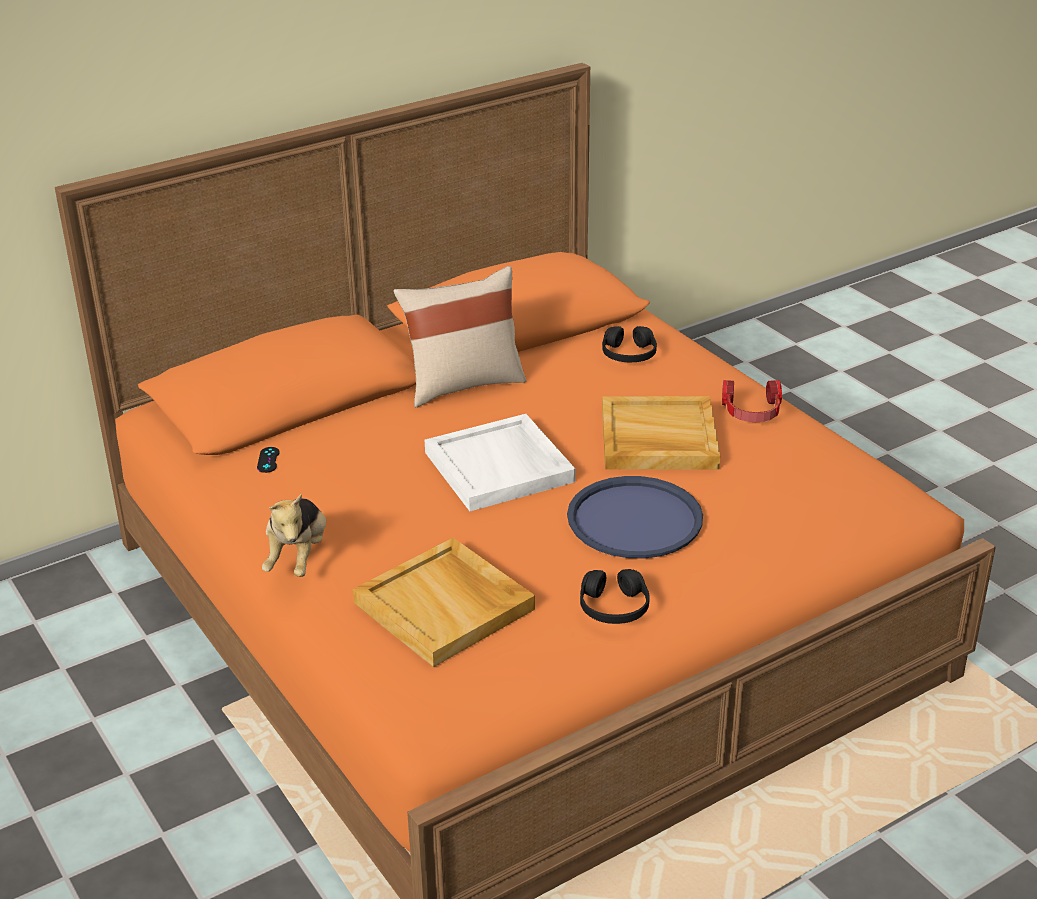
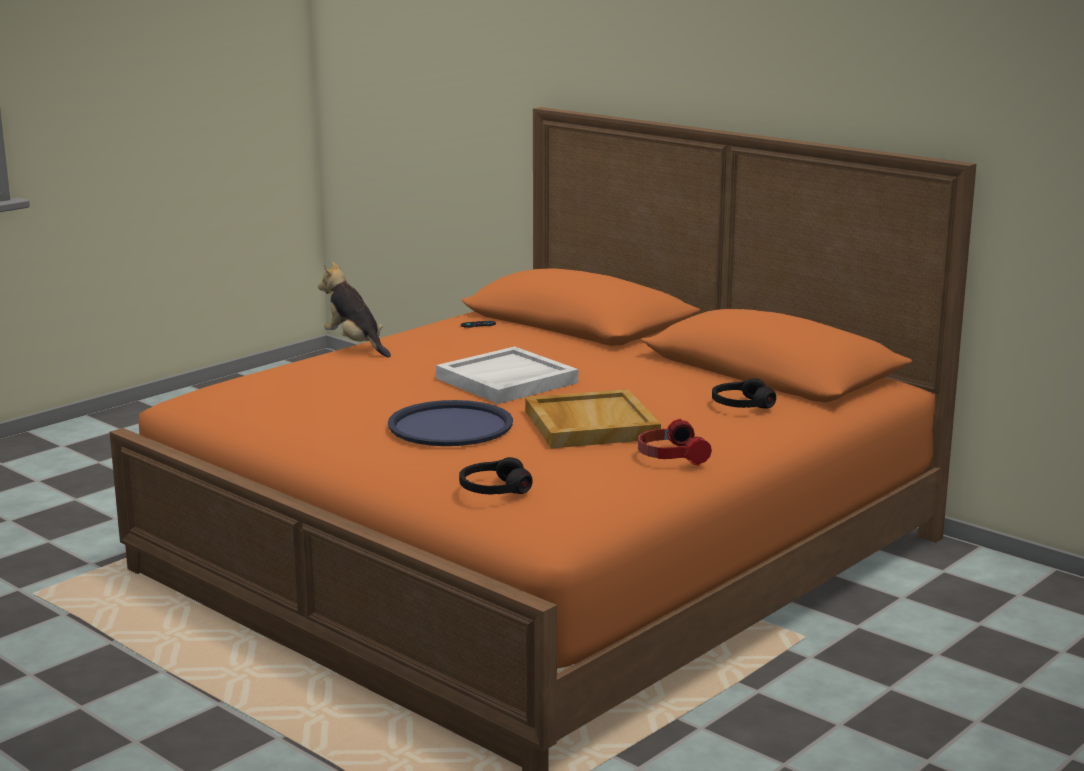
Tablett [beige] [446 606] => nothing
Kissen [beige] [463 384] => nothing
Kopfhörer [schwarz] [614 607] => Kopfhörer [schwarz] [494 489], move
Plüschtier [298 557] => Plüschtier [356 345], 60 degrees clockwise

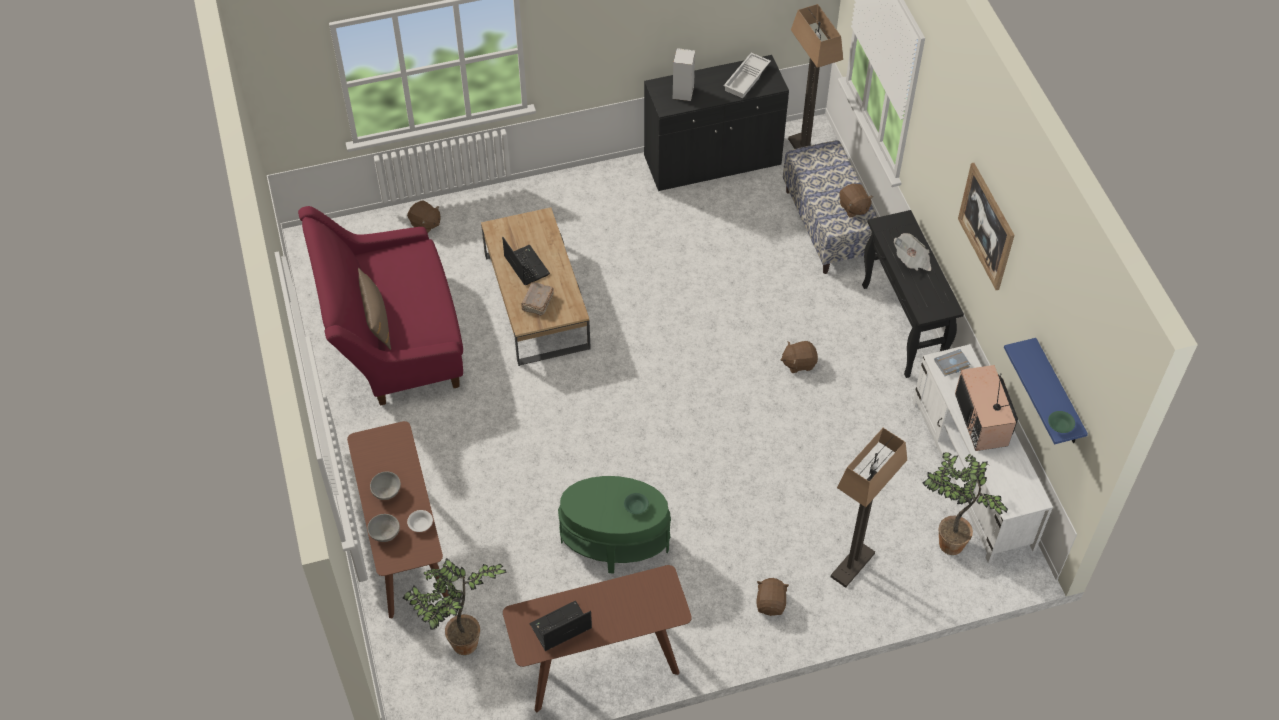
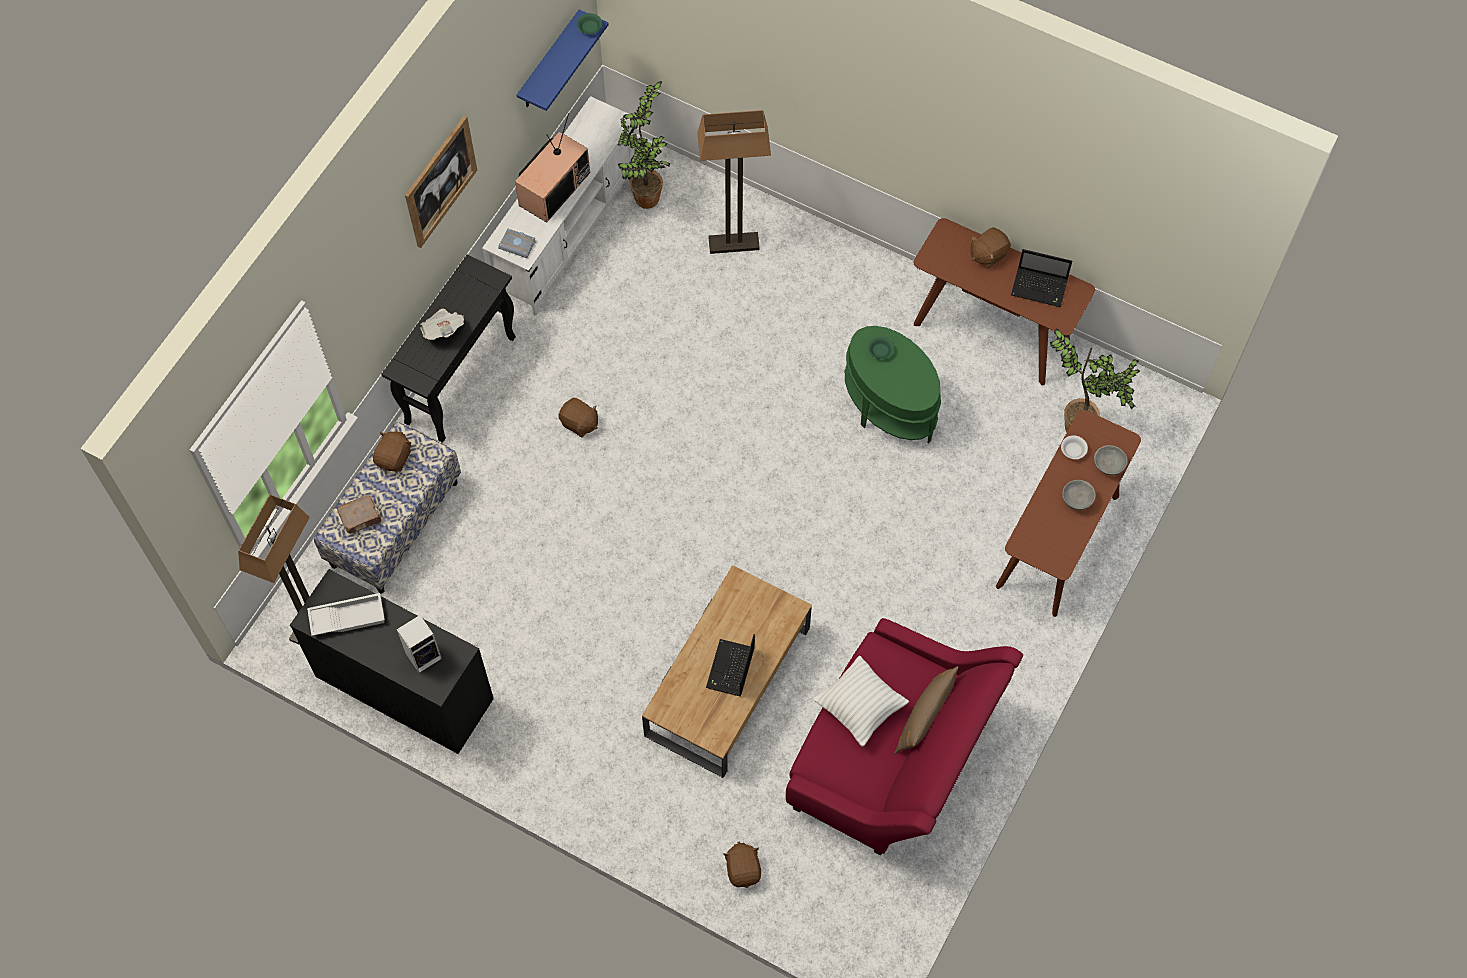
nothing => Kissen [weiß] [859 707]
Buch [braun] [537 303] => Buch [braun] [361 517], move
Plüschtier [braun] [771 603] => Plüschtier [braun] [988 254], move

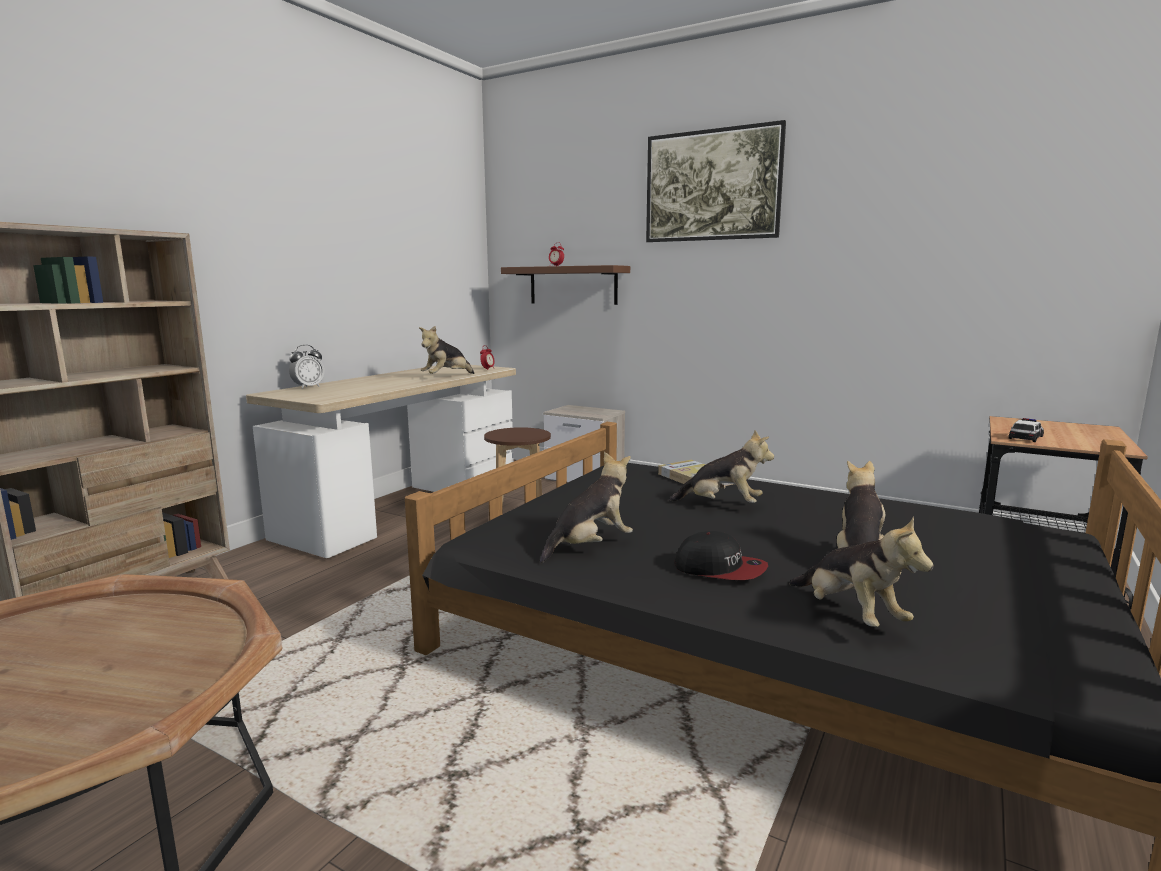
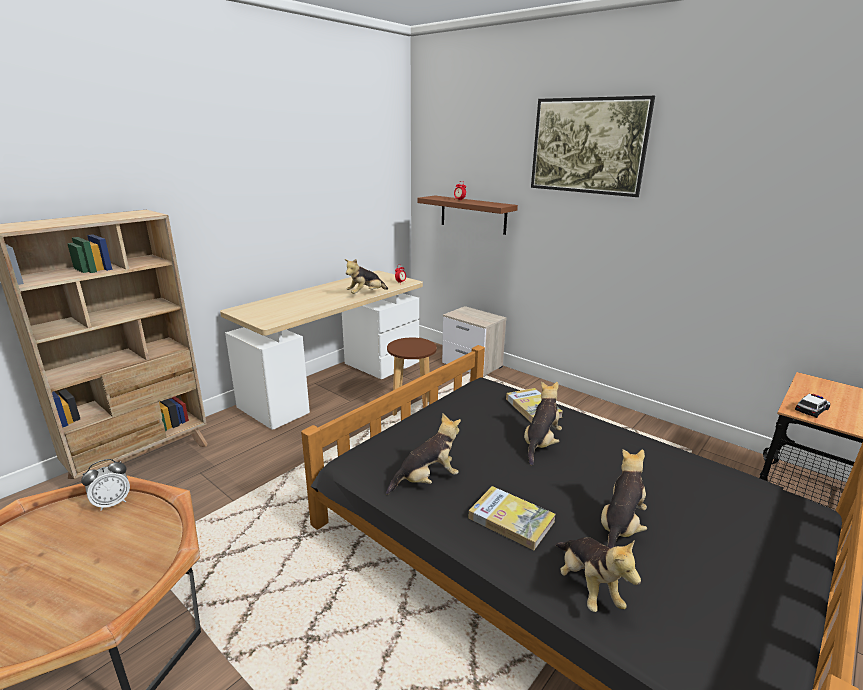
Wecker [308 387] => Wecker [112 503], move
Kappe [720 569] => Buch [511 520]
Plüschtier [722 505] => Plüschtier [540 443], 90 degrees counterclockwise

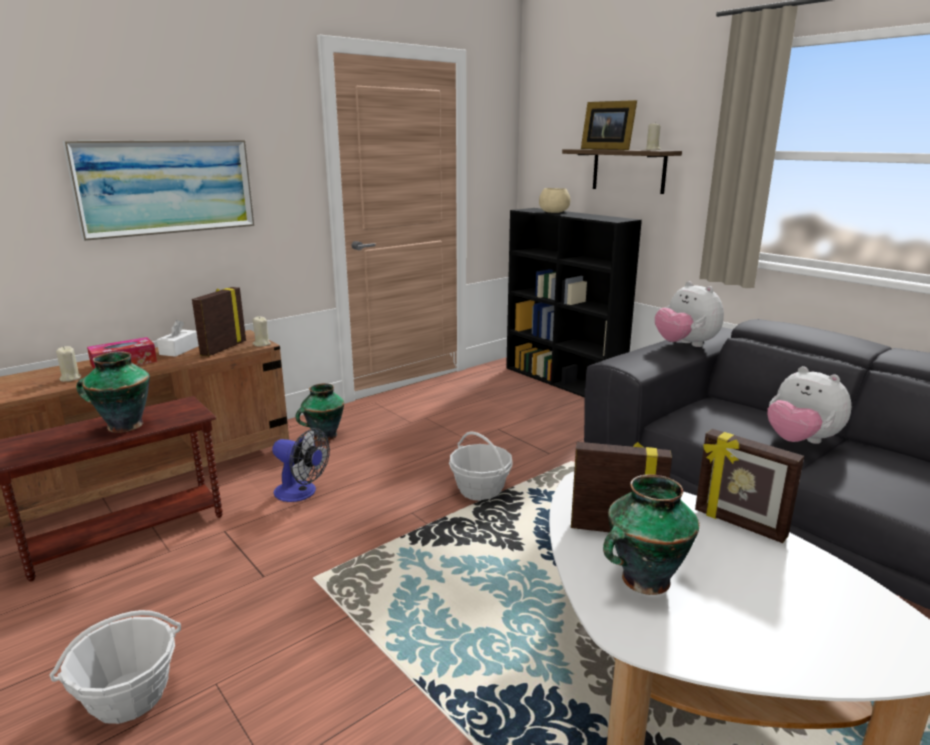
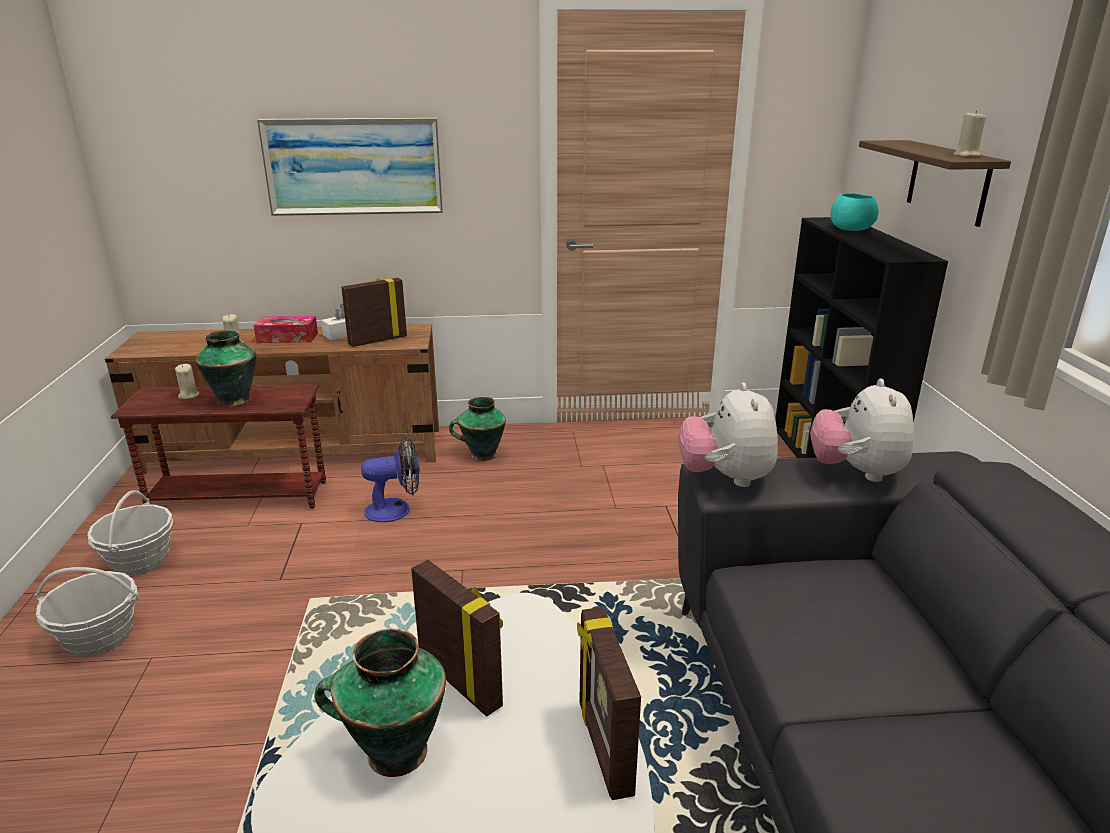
Bilderrahmen [606 149] => nothing
Kerze [beige] [261 344] => Kerze [beige] [188 395], move
Korb [480 490] => Korb [140 560], move
Plüschtier [800 441] => Plüschtier [725 478], move
Schüssel [beige] [553 212] => Schüssel [türkis] [850 229]
Ventilator [301 493] => Ventilator [396 509], 75 degrees counterclockwise

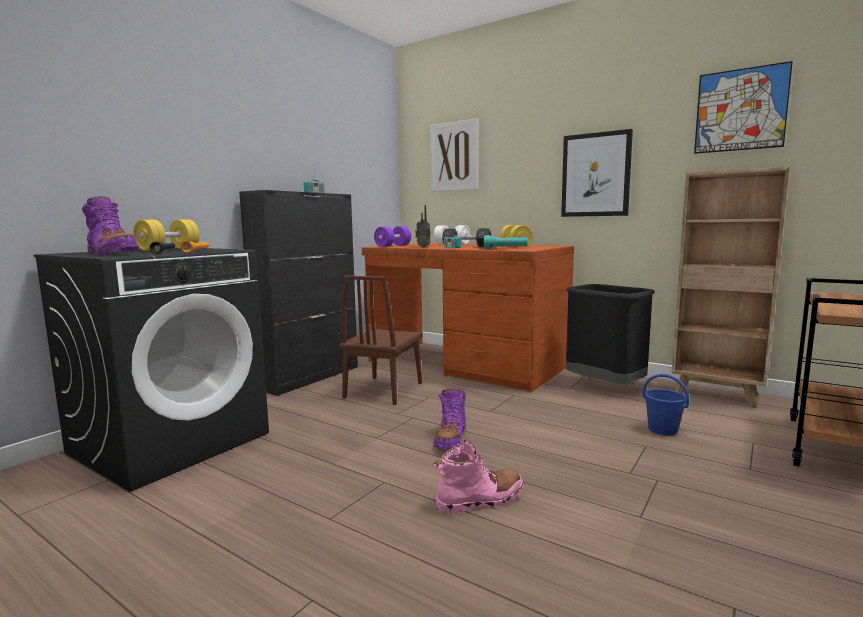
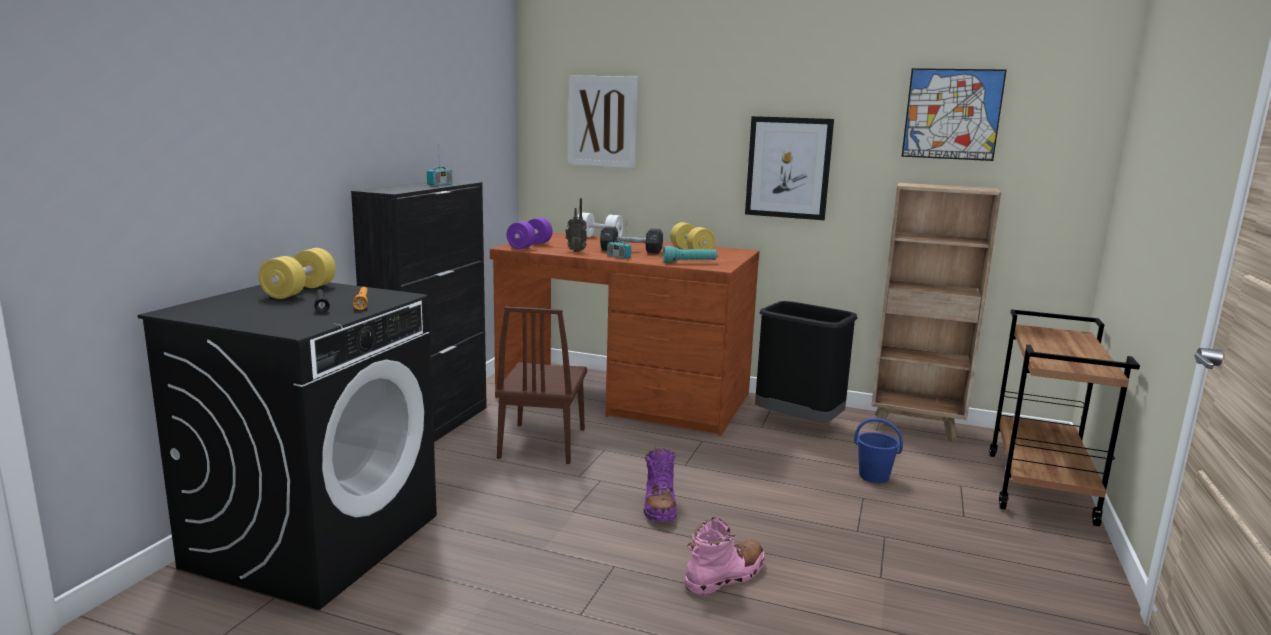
Stiefel [lila] [111 253] => nothing

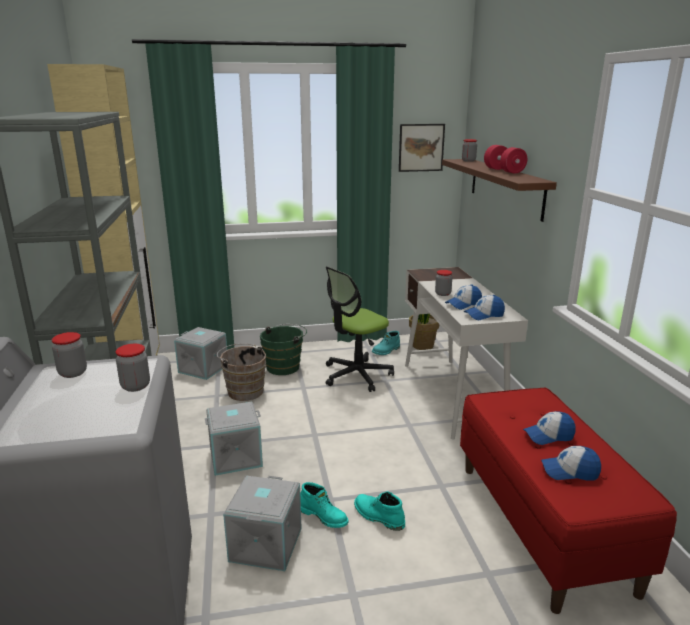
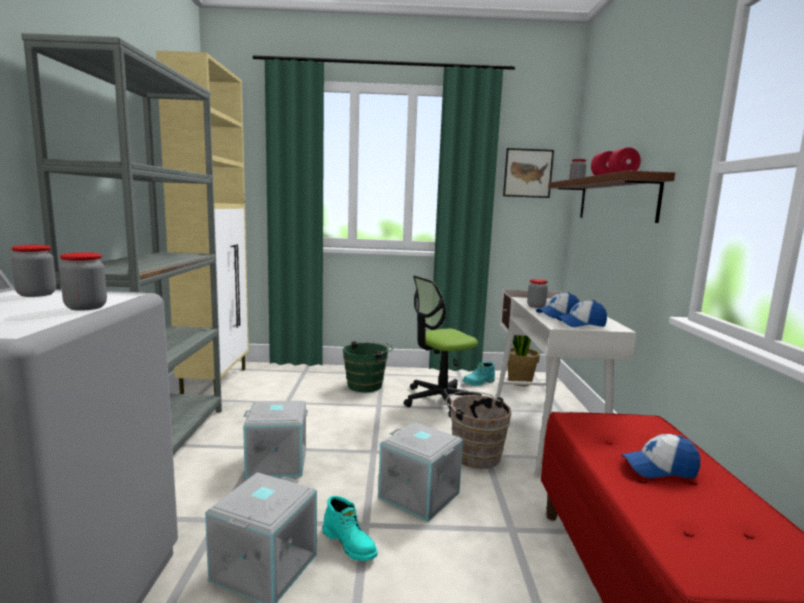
Stiefel [türkis] [378 517] => nothing
Kappe [569 471] => nothing
Aufbewahrungsbox [grau] [204 368] => Aufbewahrungsbox [grau] [420 495], move
Eimer [braun] [244 390] => Eimer [braun] [474 454], move

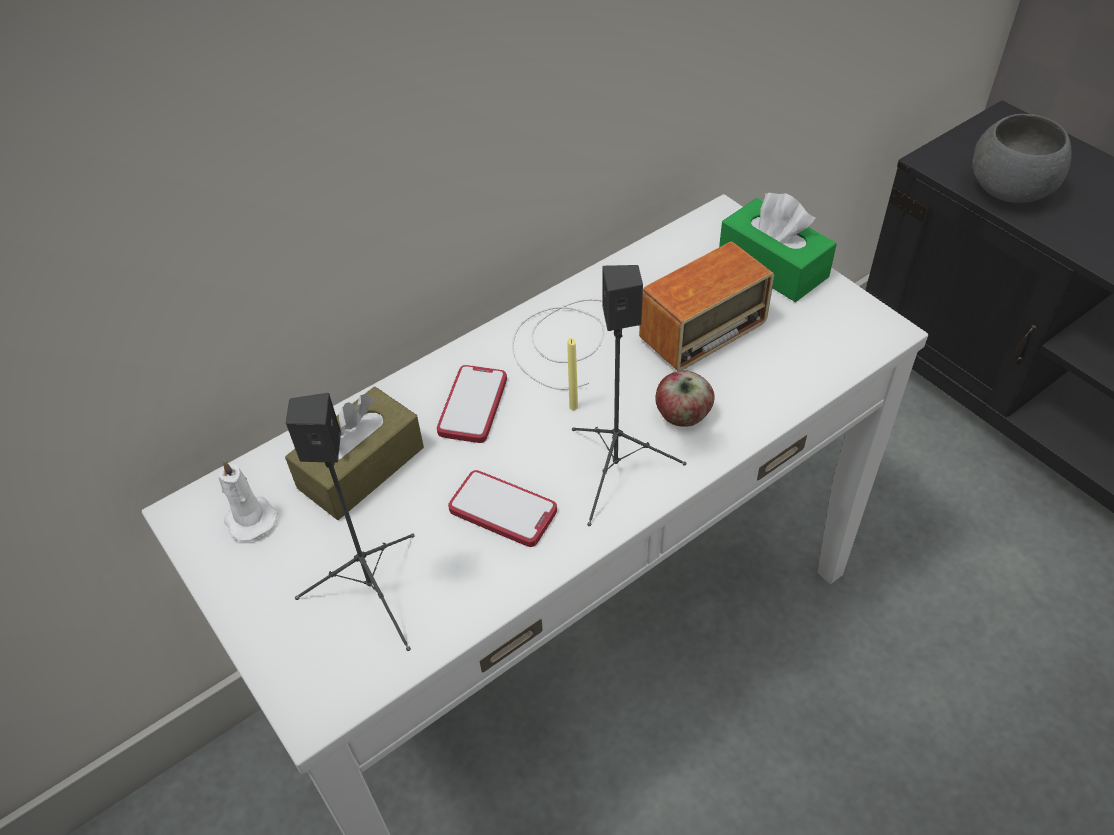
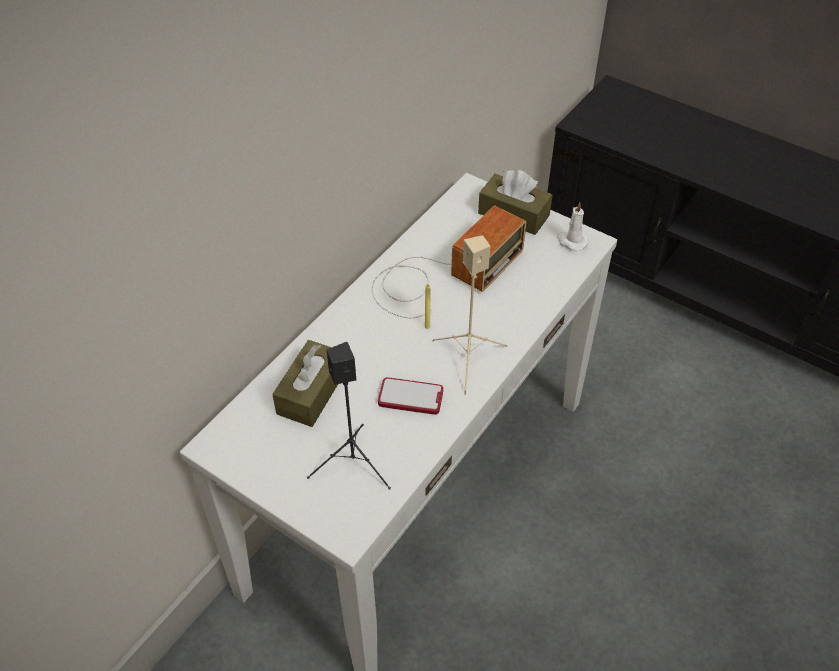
Handy [473 405] => nothing
Apfel [682 416] => nothing
Schüssel [grau] [1008 191] => nothing
Kerze [weiß] [249 518] => Kerze [weiß] [571 241], move
Lautsprecher [schwarz] [615 473] => Lautsprecher [beige] [468 360]
Taschentuchbox [grün] [772 266] => Taschentuchbox [braun] [513 214]

